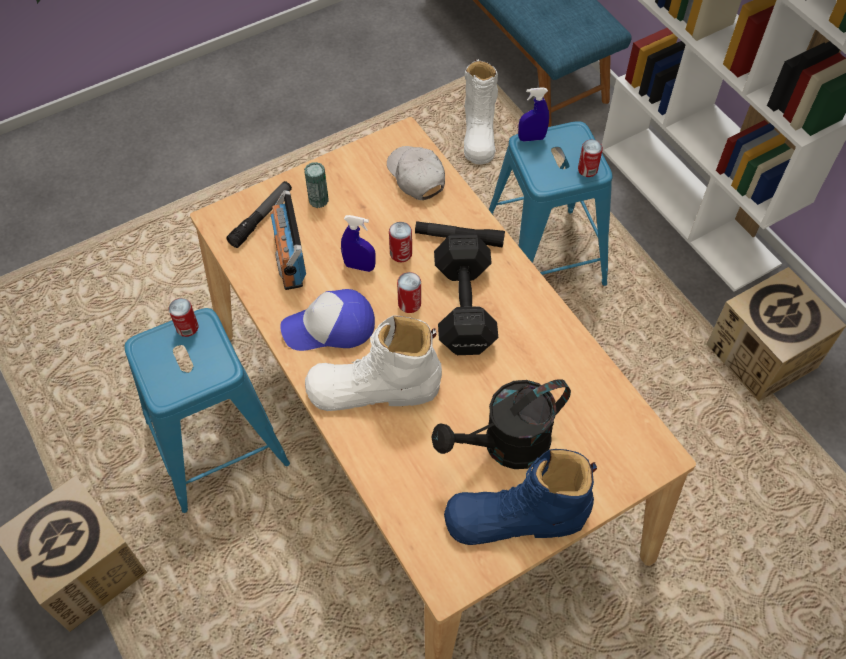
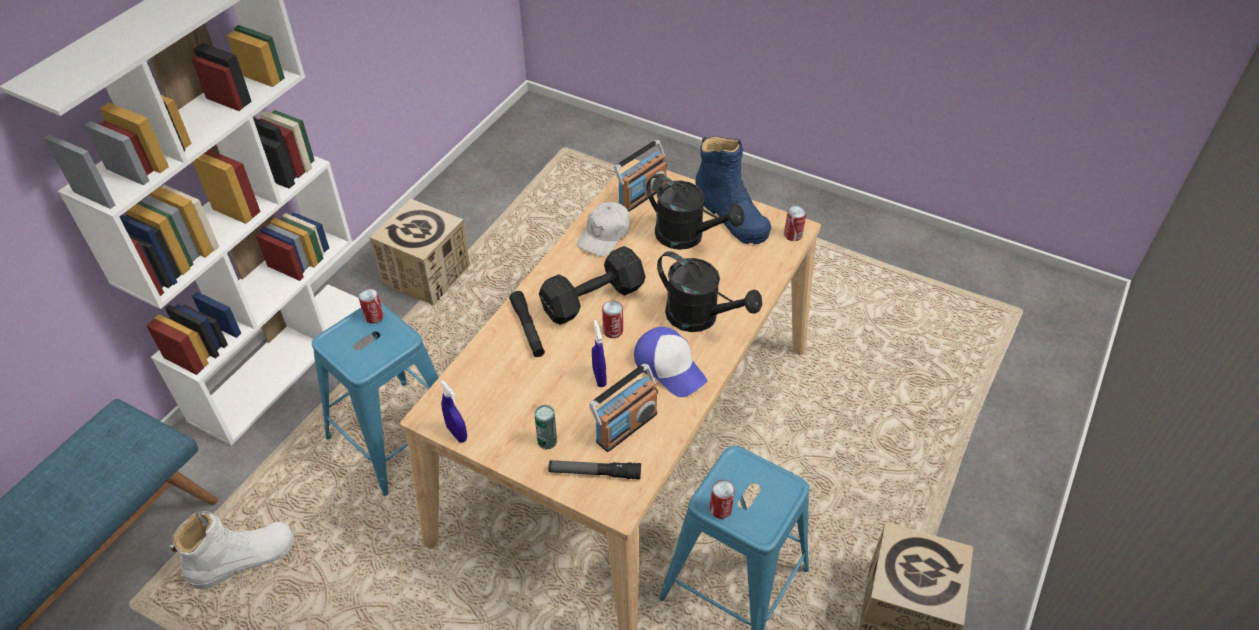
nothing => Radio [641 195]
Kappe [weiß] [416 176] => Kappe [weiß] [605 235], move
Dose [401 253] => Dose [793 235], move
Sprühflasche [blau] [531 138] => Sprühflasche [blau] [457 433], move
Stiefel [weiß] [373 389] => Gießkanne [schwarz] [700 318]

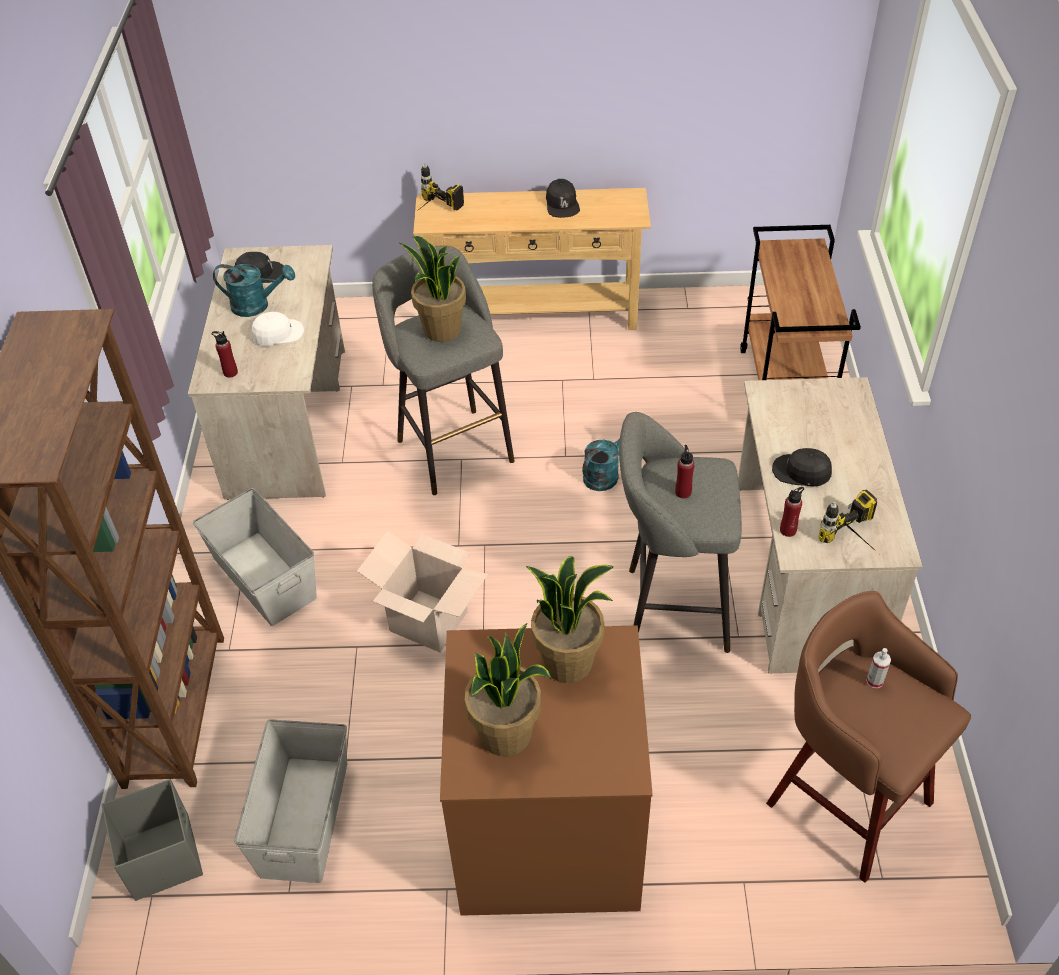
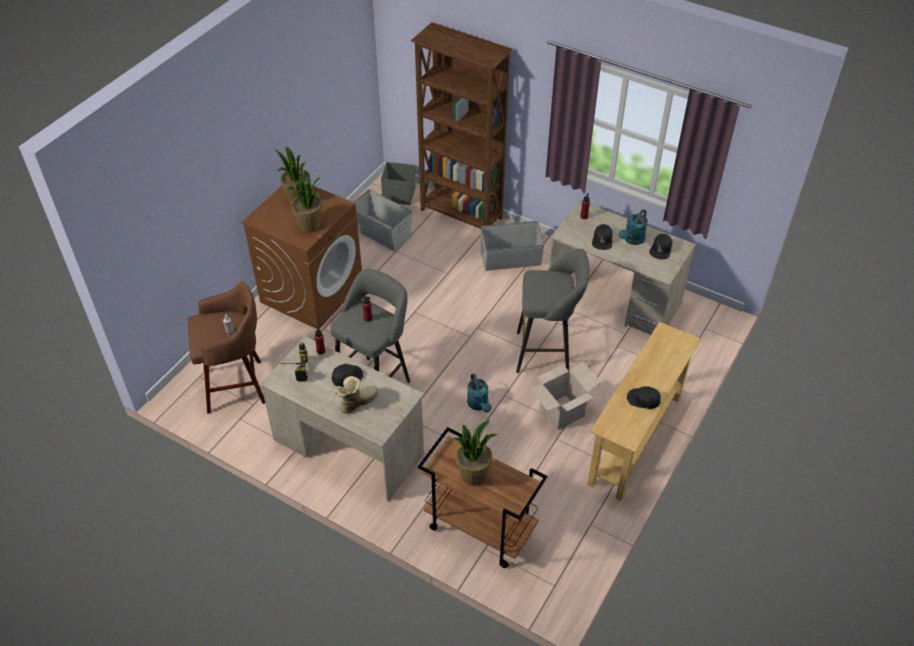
Bohrmaschine [432 212] => nothing
nothing => Stiefel [356 402]
Karton [429 621] => Karton [561 412], move
Topfpflanze [441 330] => Topfpflanze [473 474], move
Kappe [weiß] [278 334] => Kappe [schwarz] [602 240]

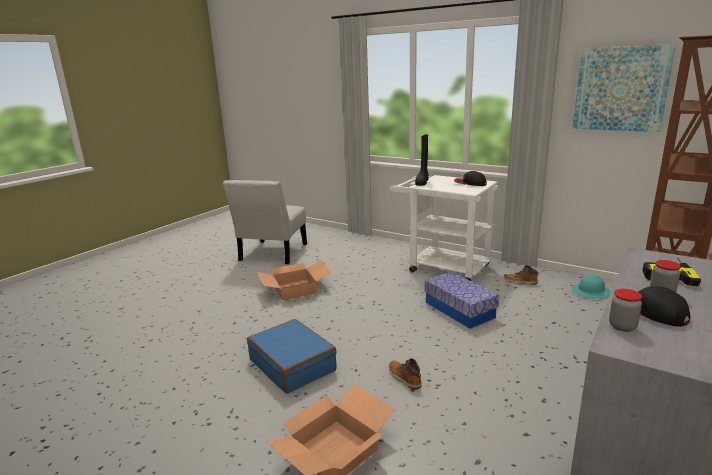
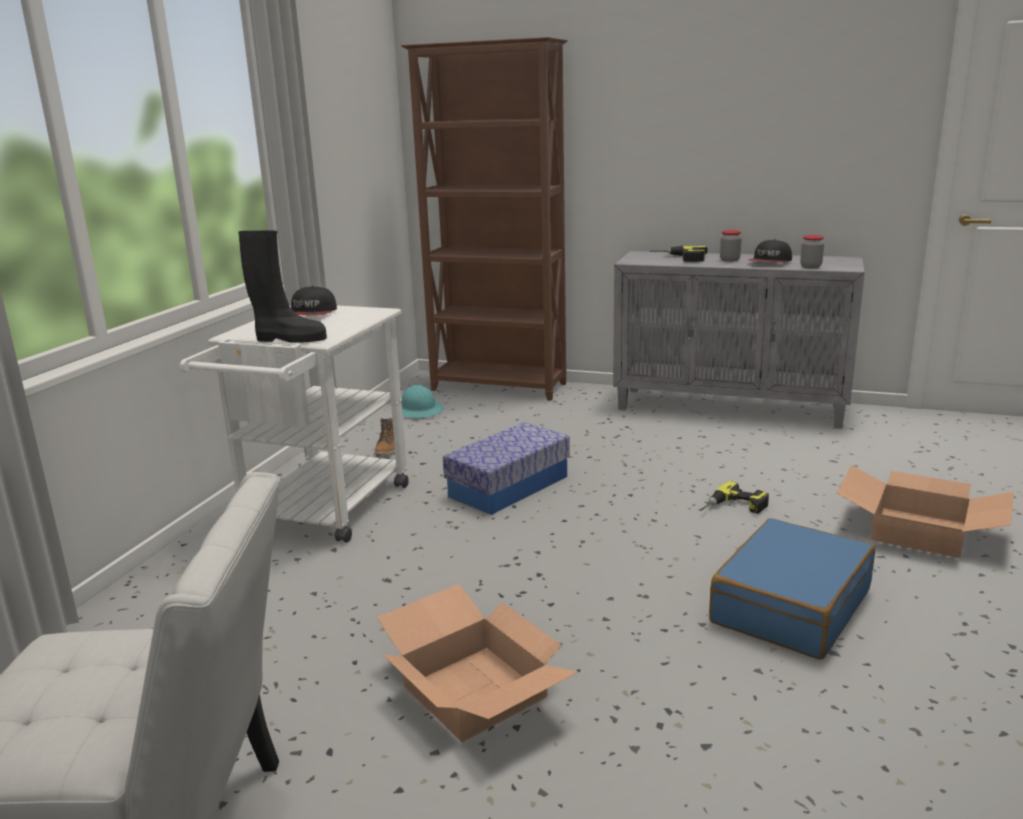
Bild [620 89] => nothing
Stiefel [404 378] => Bohrmaschine [733 508]

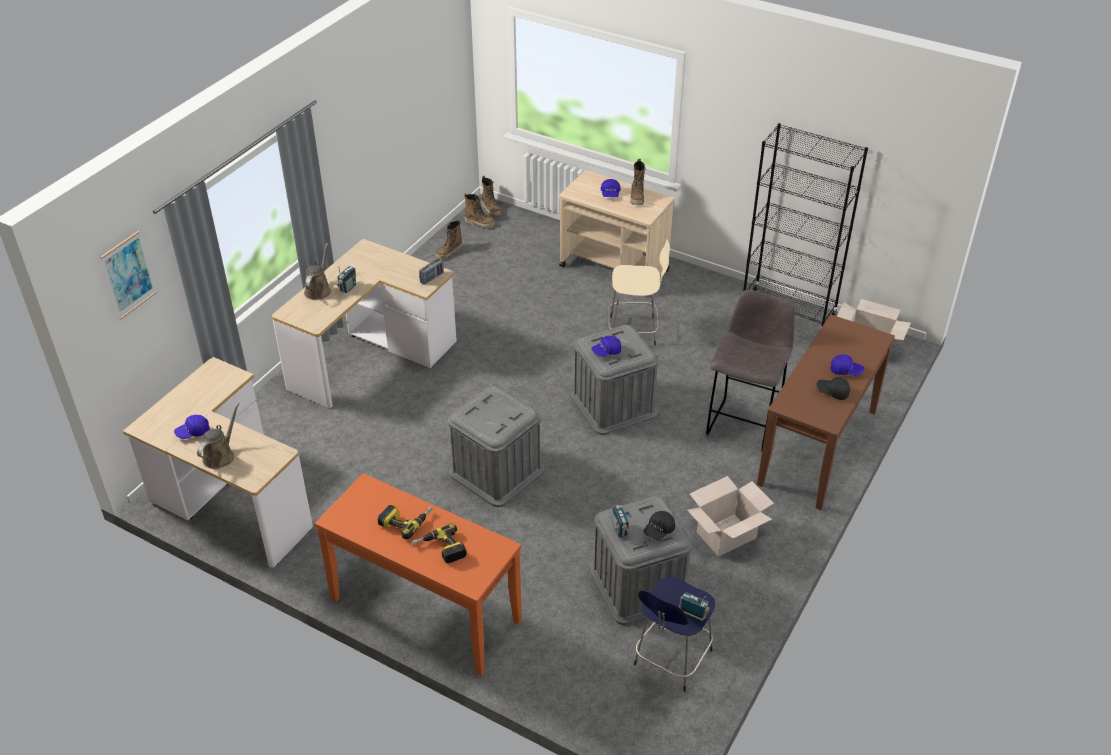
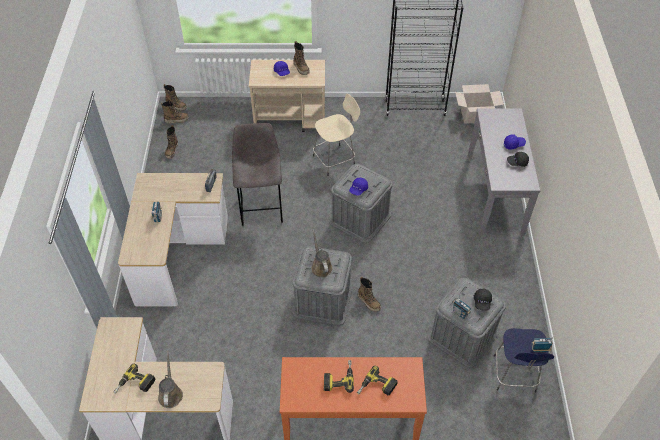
Bild [128 275] => nothing
Karton [726 535] => nothing
nothing => Stiefel [369 302]
Gießkanne [braun] [318 290] => Gießkanne [braun] [321 266], move
Hocker [grau] [744 424] => Hocker [grau] [261 208], move
Kappe [blau] [193 432] => Bohrmaschine [135 385]
Konsolentisch [braun] [818 447] => Konsolentisch [grau] [495 194]

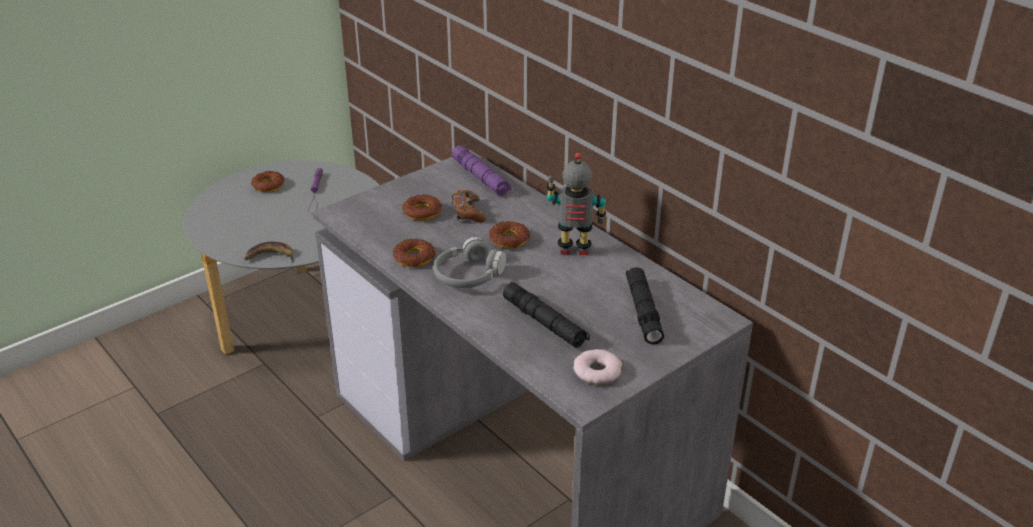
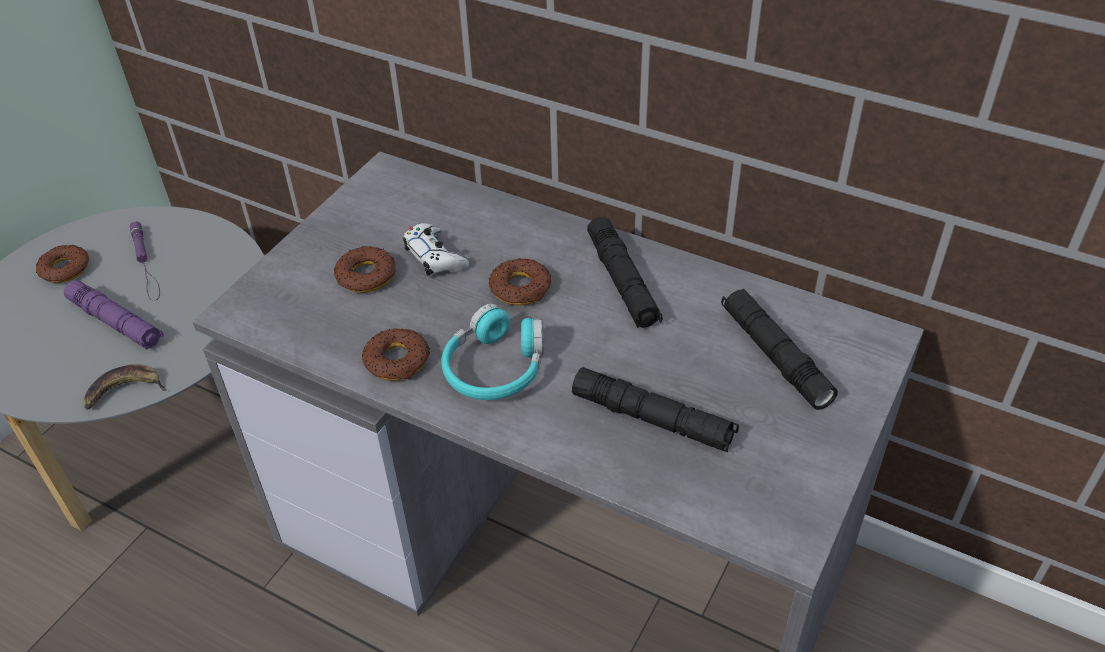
Donut [597 371] => nothing
Taschenlampe [lila] [480 177] => Taschenlampe [lila] [116 322], move
Spielzeugroboter [574 251] => Taschenlampe [schwarz] [622 282]
Kopfhörer [grau] [468 275] => Kopfhörer [türkis] [495 368]
Gamepad [braun] [468 212] => Gamepad [weiß] [435 257]

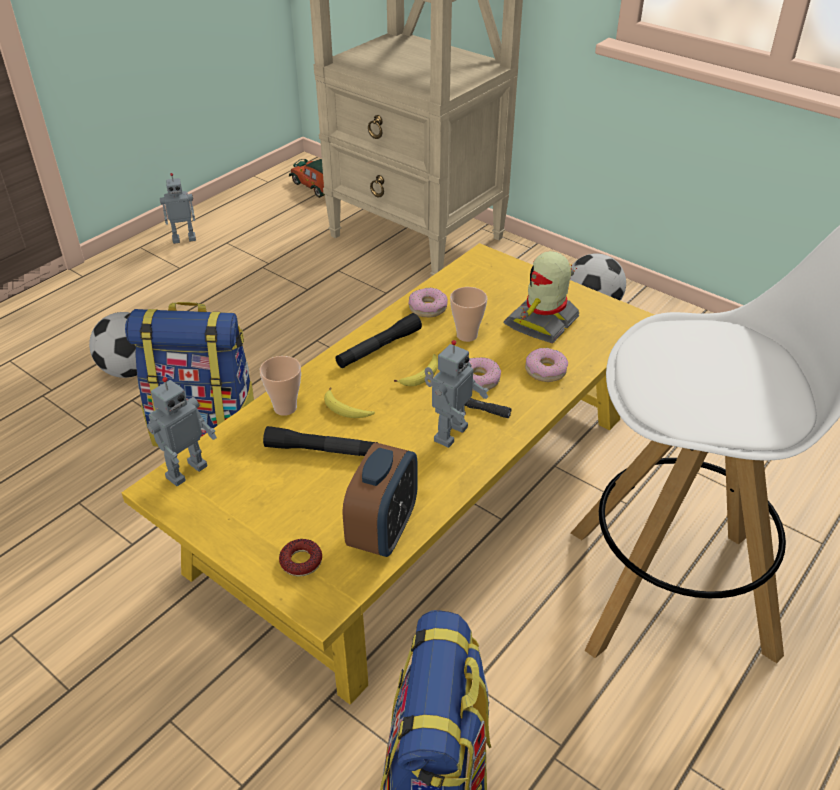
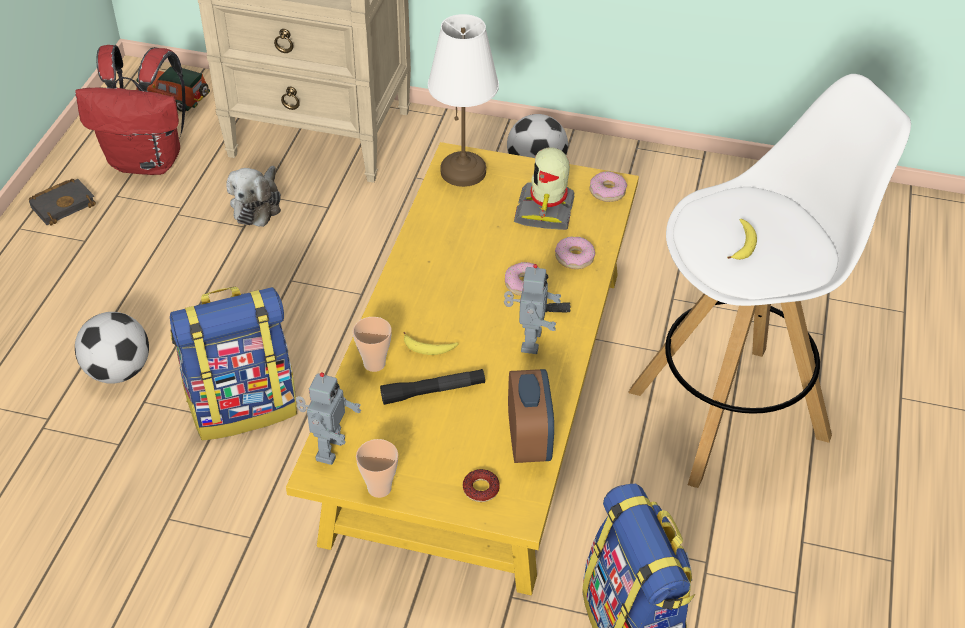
Taschenlampe [schwarz] [379 348] => nothing
nothing => Rucksack [rot] [148 161]
nothing => Plüschtier [258 205]
nothing => Tischlampe [weiß] [464 171]
Banane [421 375] => Banane [743 244], move
Donut [427 308] => Donut [607 191], move
Tasse [467 335] => Tasse [379 488], move
Spielzeugroboter [184 238] => Buch [schwarz] [64 204]

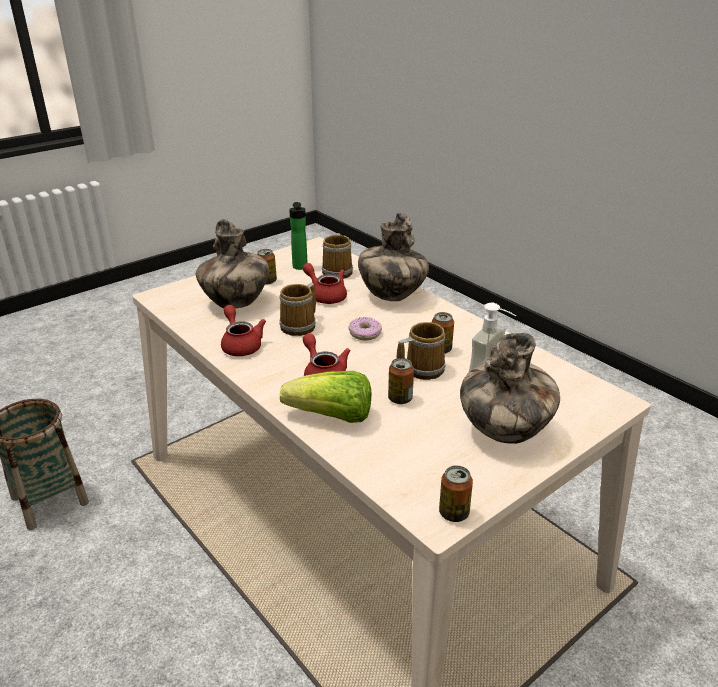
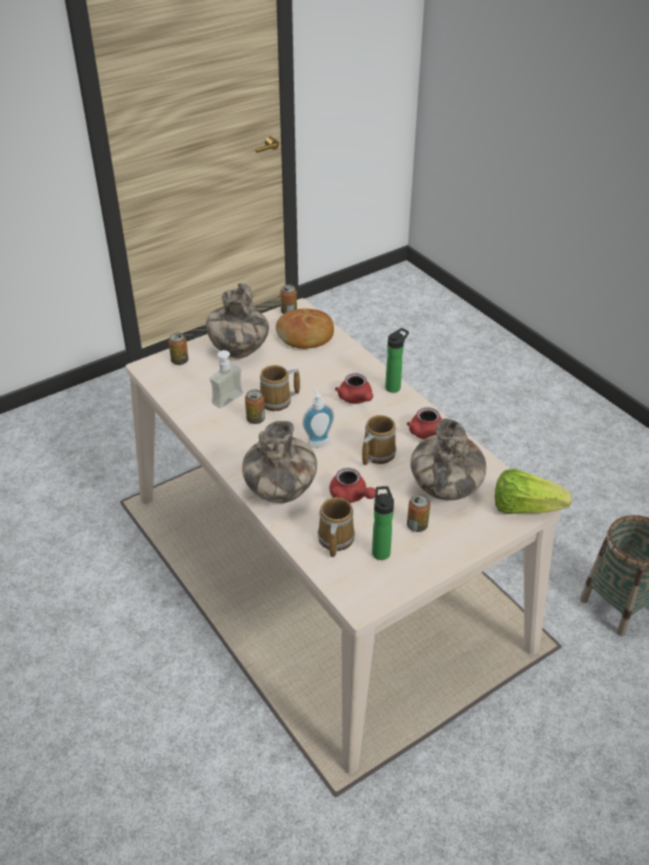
nothing => Brot [305 336]
nothing => Flasche [394 387]
Salatkopf [332 417] => Salatkopf [524 508], move
Dose [400 399] => Dose [179 361], move
Donut [365 333] => Seifenspender [317 441]

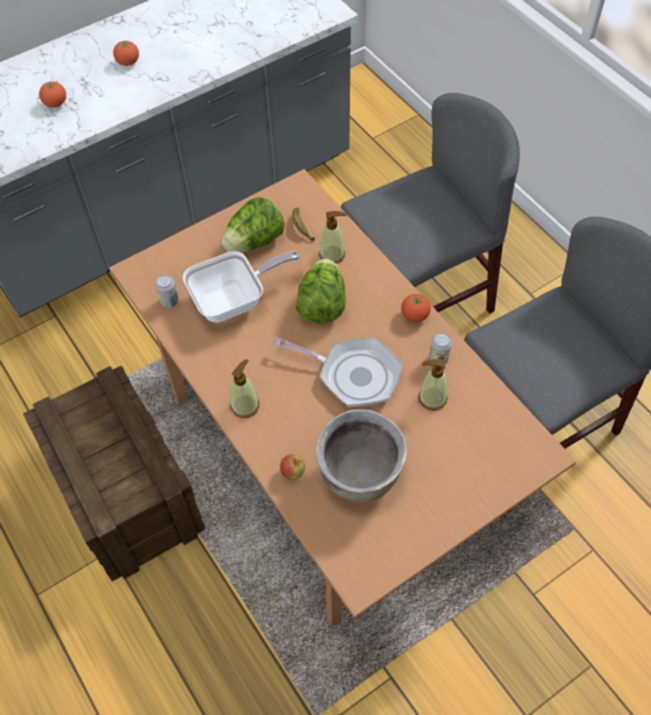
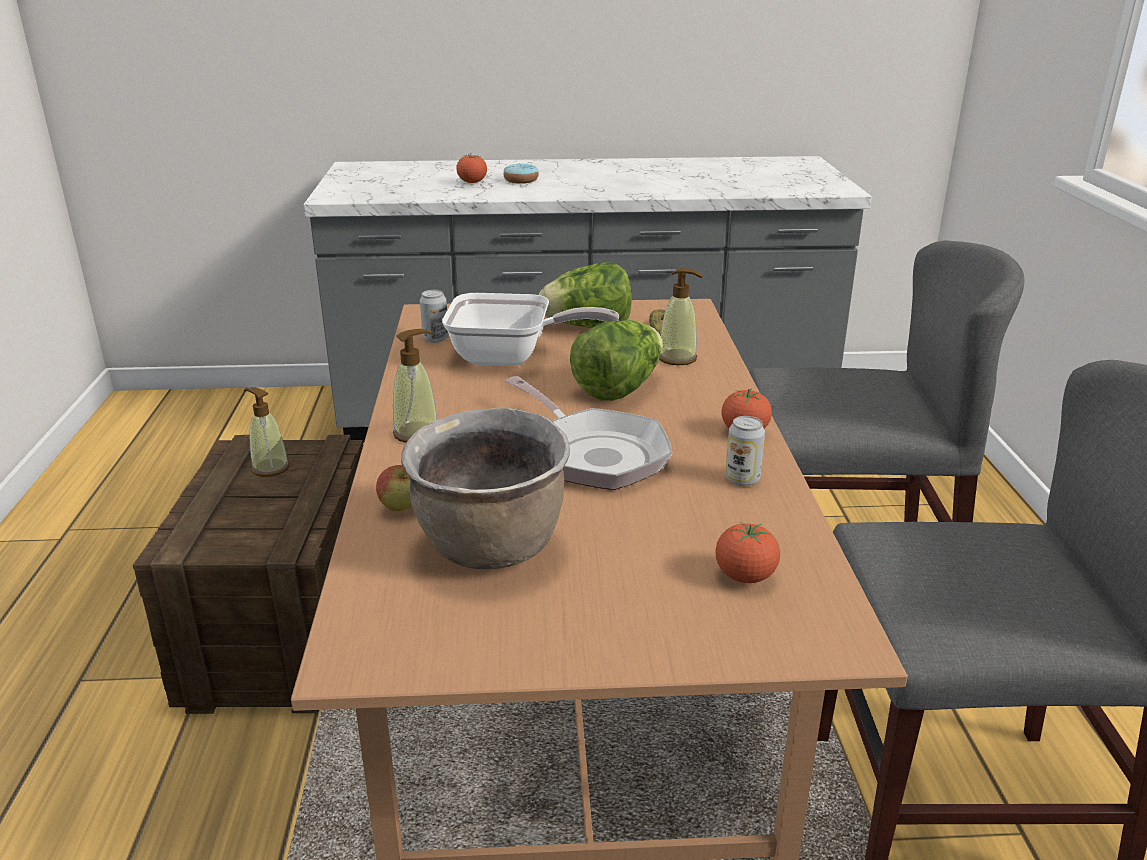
nothing => Donut [521 180]
Tomate [128 62] => Tomate [745 577], move
Seifenspender [432 398] => Seifenspender [270 468], move

